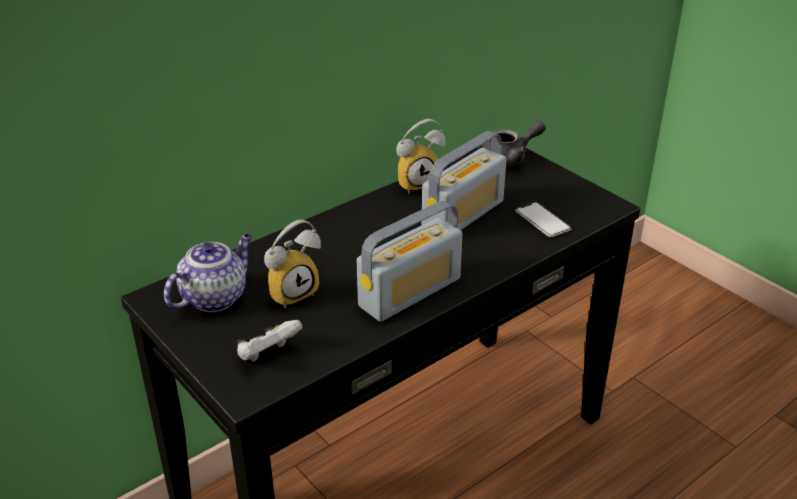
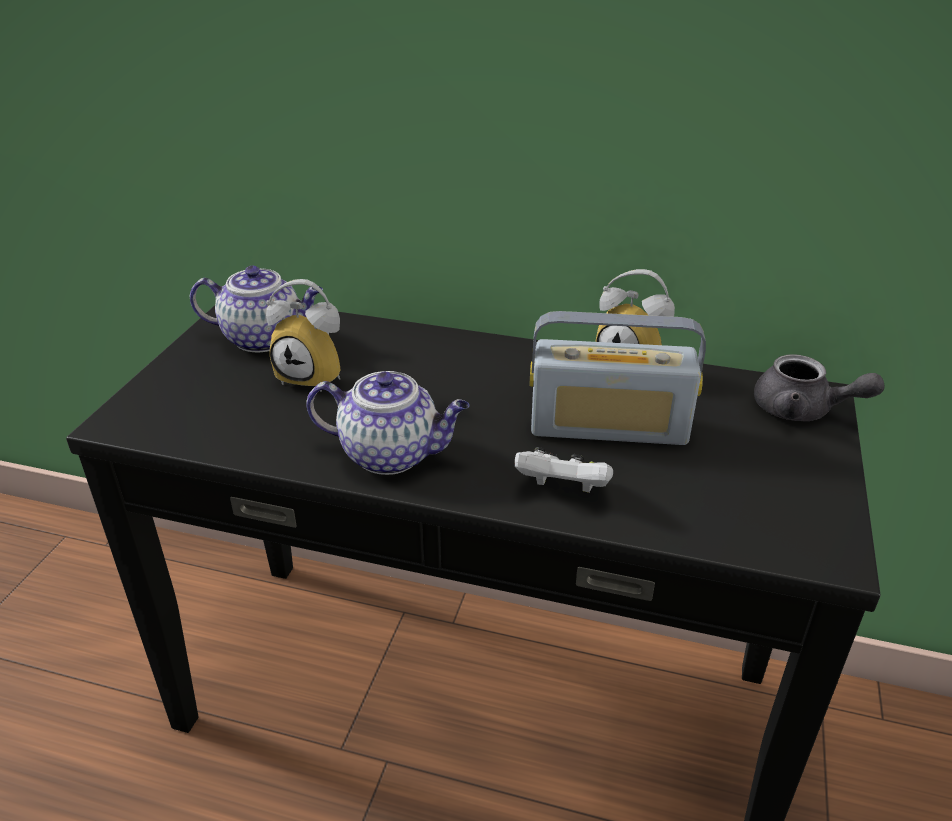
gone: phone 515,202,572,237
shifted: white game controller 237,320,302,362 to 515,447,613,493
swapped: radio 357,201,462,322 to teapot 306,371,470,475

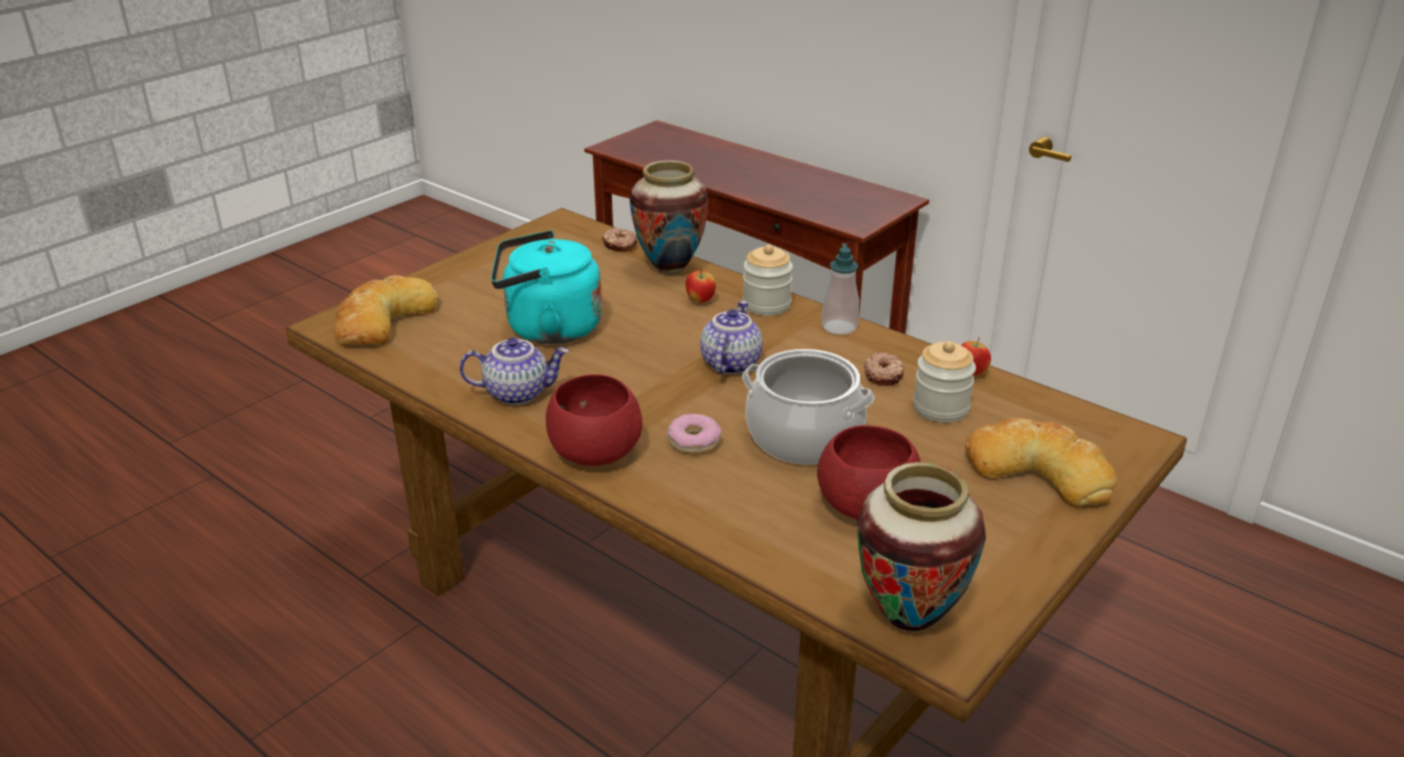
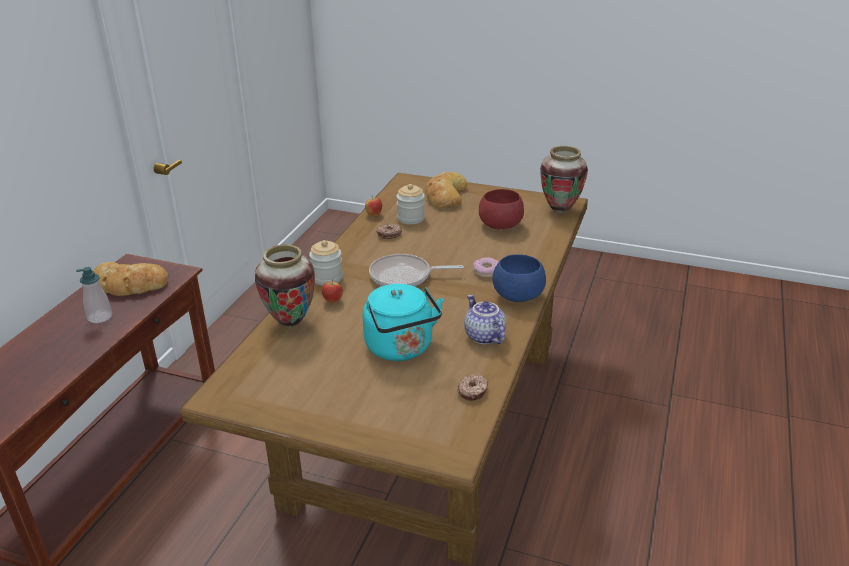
gone: cooking pot 742,349,874,465
shifted: donut 602,228,637,252 to 457,374,488,401; soap dispenser 821,243,859,335 to 76,267,112,323; bread 333,275,438,345 to 94,262,168,296
swapped: teapot 700,301,763,374 to frying pan 369,254,464,287
repainted: red bowl 546,374,642,466 to blue bowl 492,254,546,302

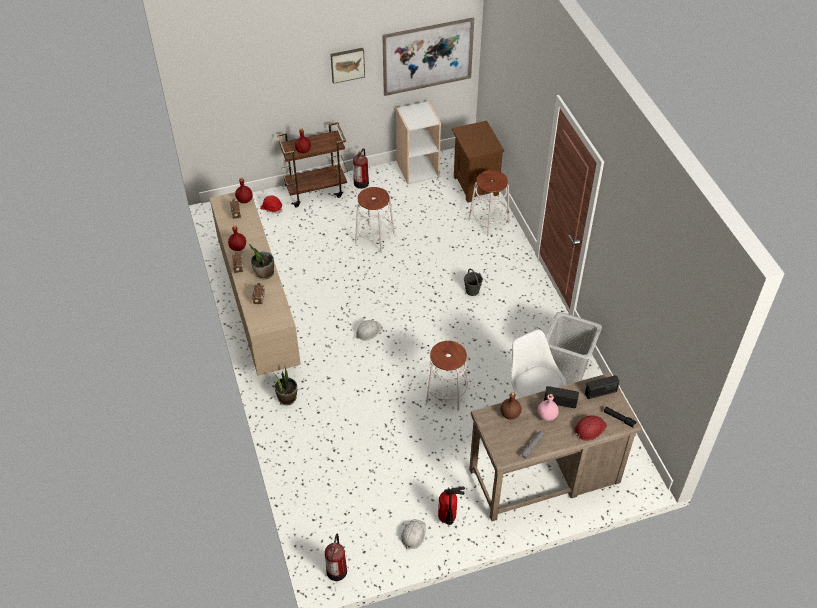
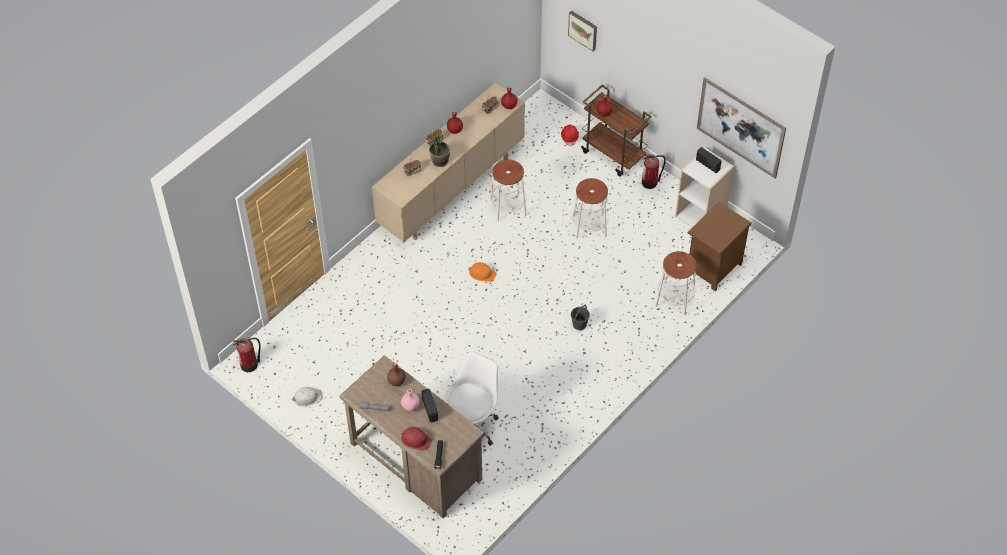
gone: grey laundry basket 546,312,602,385; potted plant 273,367,297,405; fire extinguisher 438,486,465,525
shifted: picture 330,48,365,84 to 568,11,597,51; white stool 426,341,468,411 to 490,160,527,222; radio 585,375,620,399 to 696,147,722,173
repainted: white hard hat 356,320,383,341 to orange hard hat 468,262,496,282

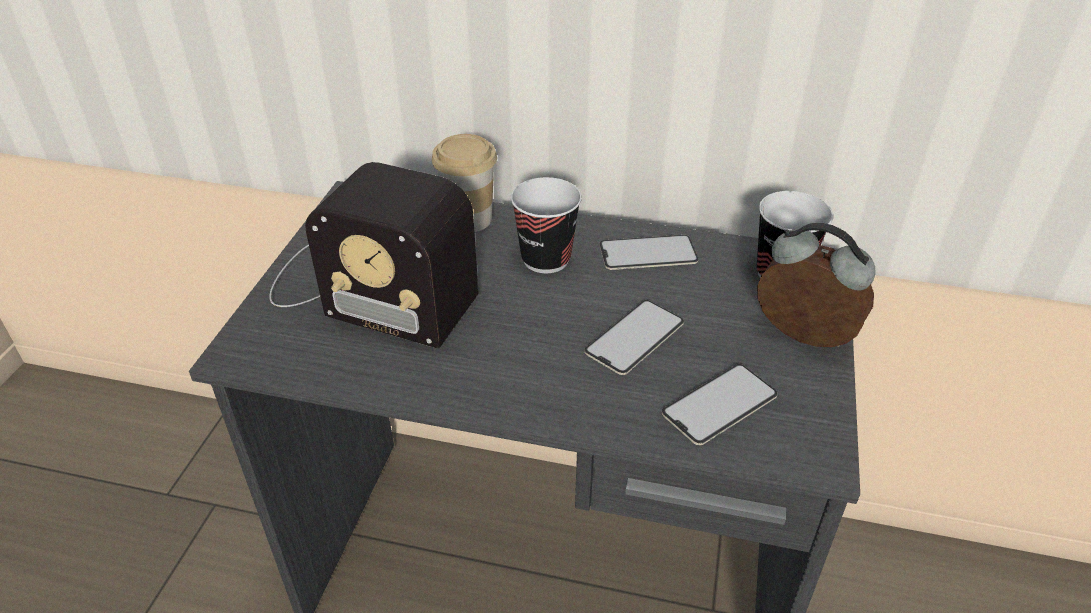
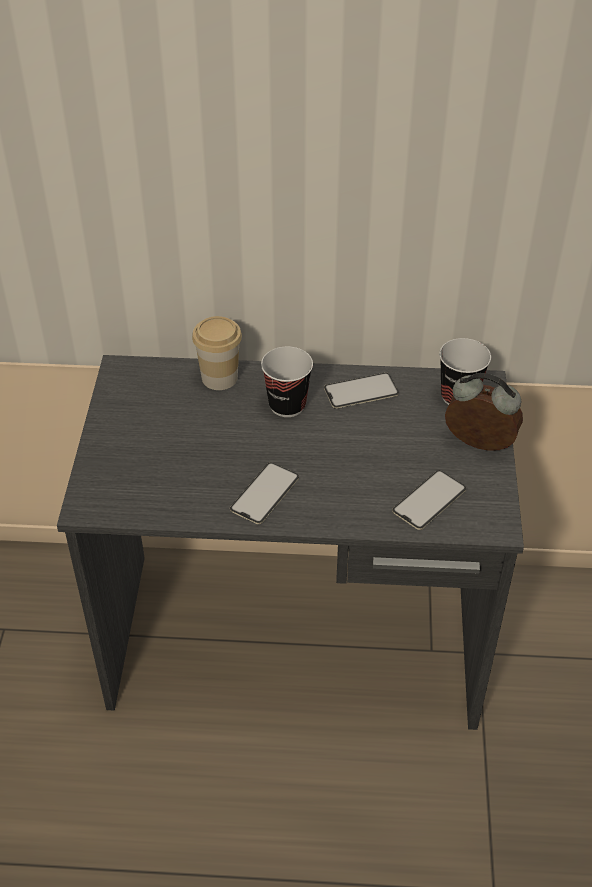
gone: radio 269,162,478,348
shifted: phone 584,300,684,375 to 230,462,299,524

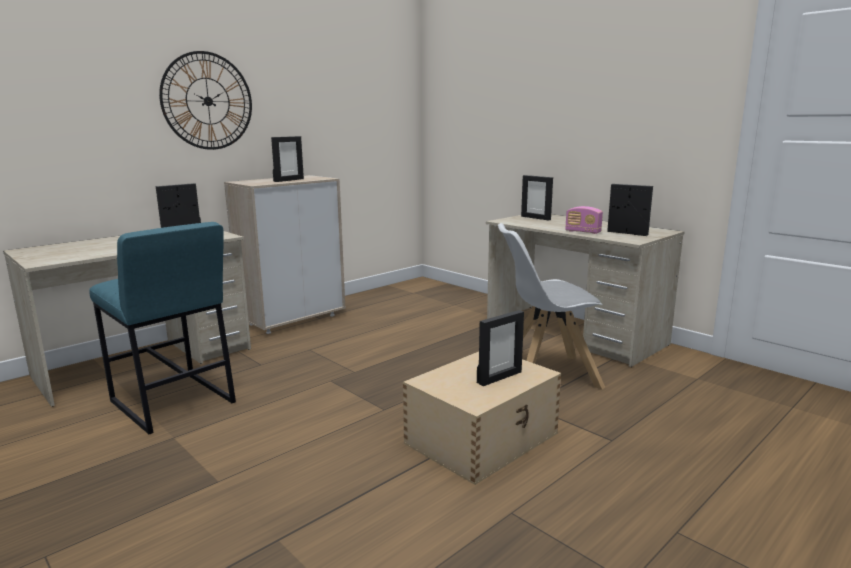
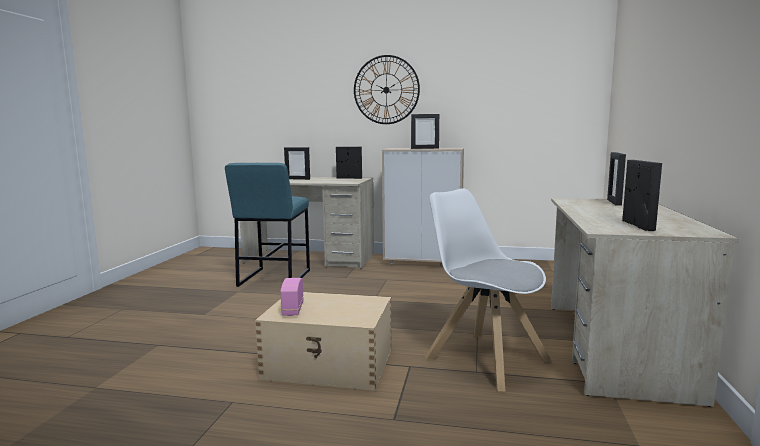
shifted: radio 565,206,603,234 to 280,278,304,316; picture frame 477,310,524,386 to 284,147,310,180

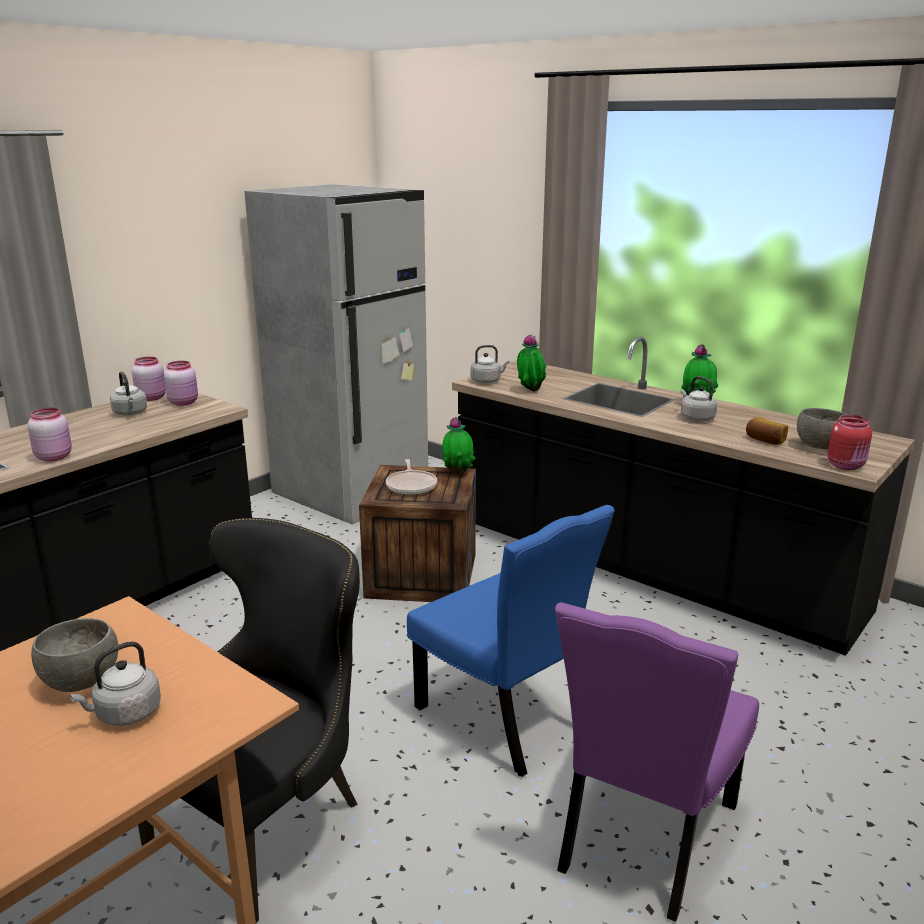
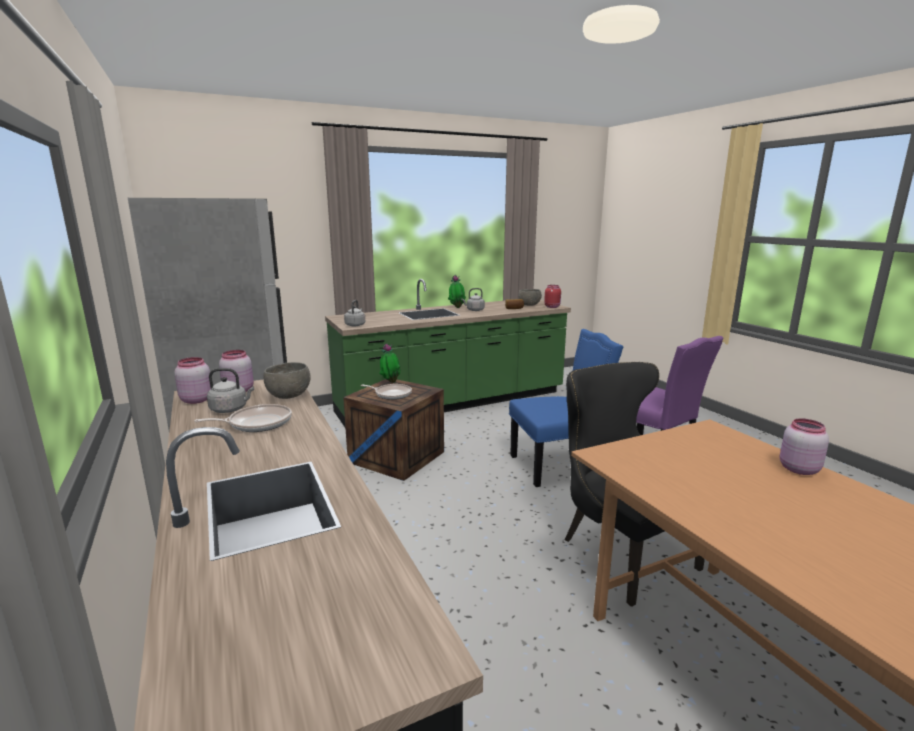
gone: potted plant 517,335,547,391; grey kettle 70,641,161,726
new: frying pan 194,404,292,432
shifted: pink jar 27,408,72,462 to 780,418,829,475; grey bowl 31,618,118,692 to 263,362,311,399
repainted: black counter 452,337,915,656 to green counter 325,279,571,427

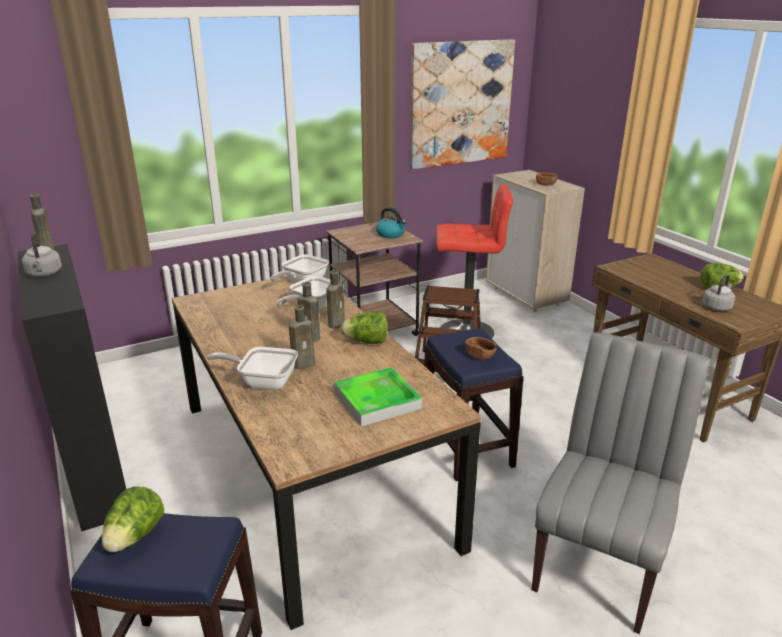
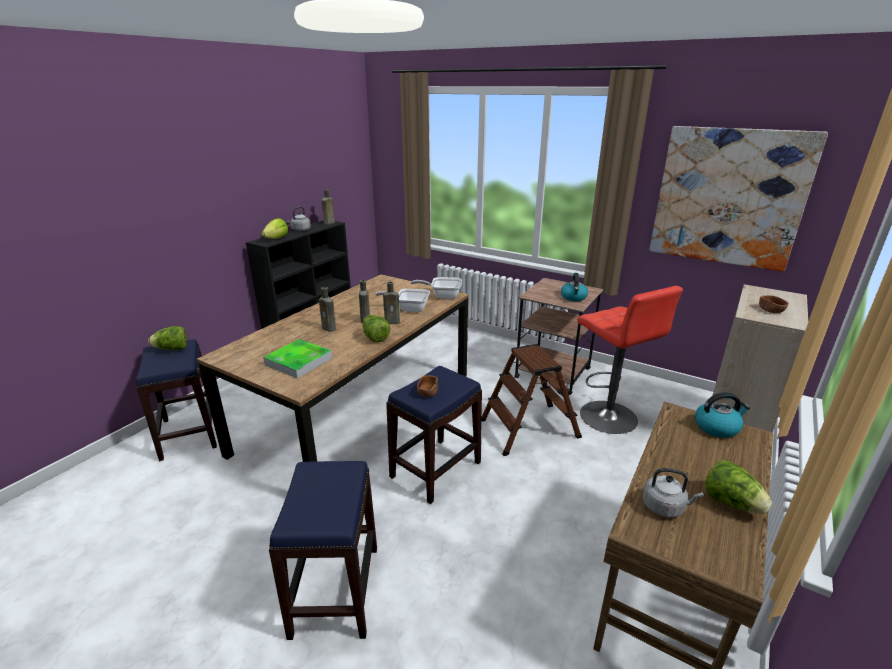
gone: frying pan 207,347,298,390
new: lettuce 262,218,288,239; kettle 695,392,750,438
swapped: grey chair 532,332,710,634 to stool 269,461,377,640

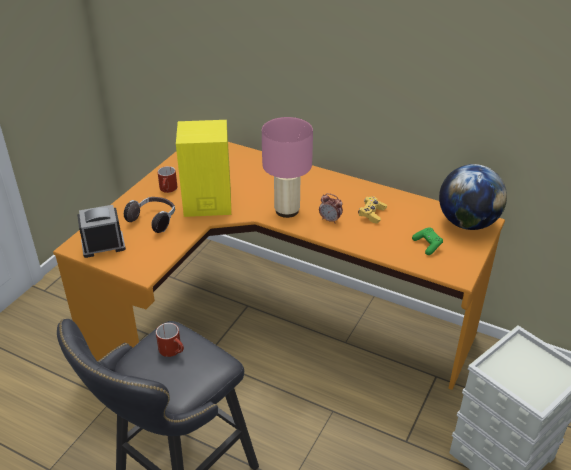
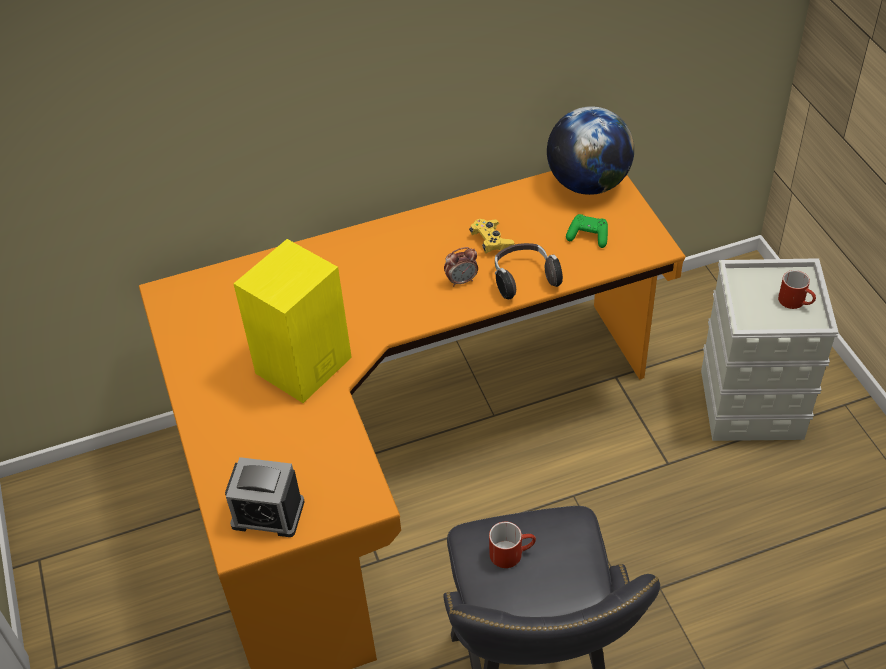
gone: pink table lamp 262,117,313,218
shifted: red mug 157,166,177,193 to 778,270,816,309; headphones 124,197,175,233 to 495,243,563,299
rotated: alarm clock 77,205,126,258 = 225,457,305,537 105 degrees counterclockwise

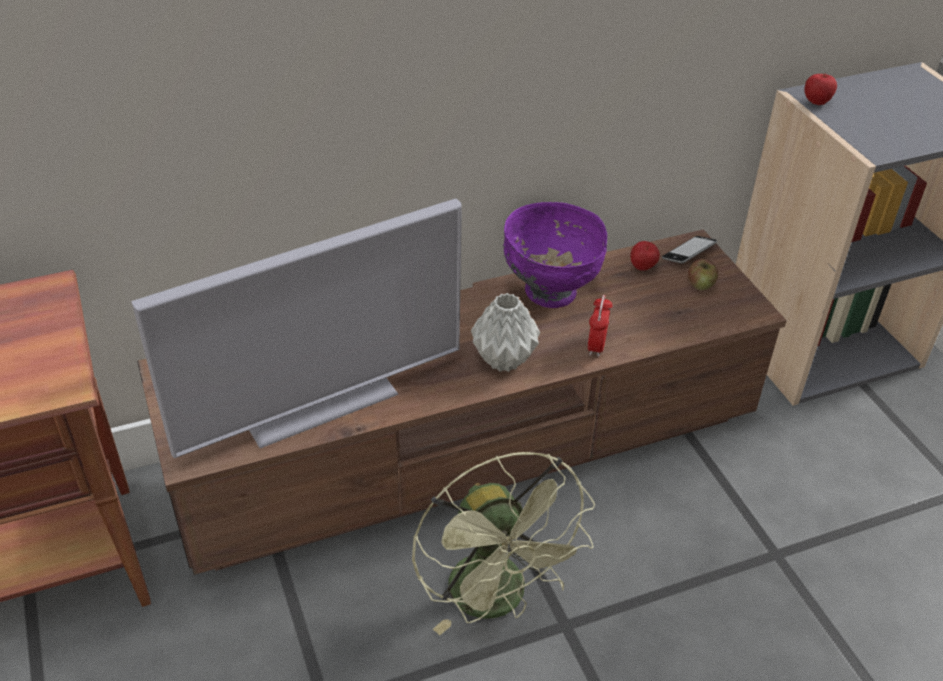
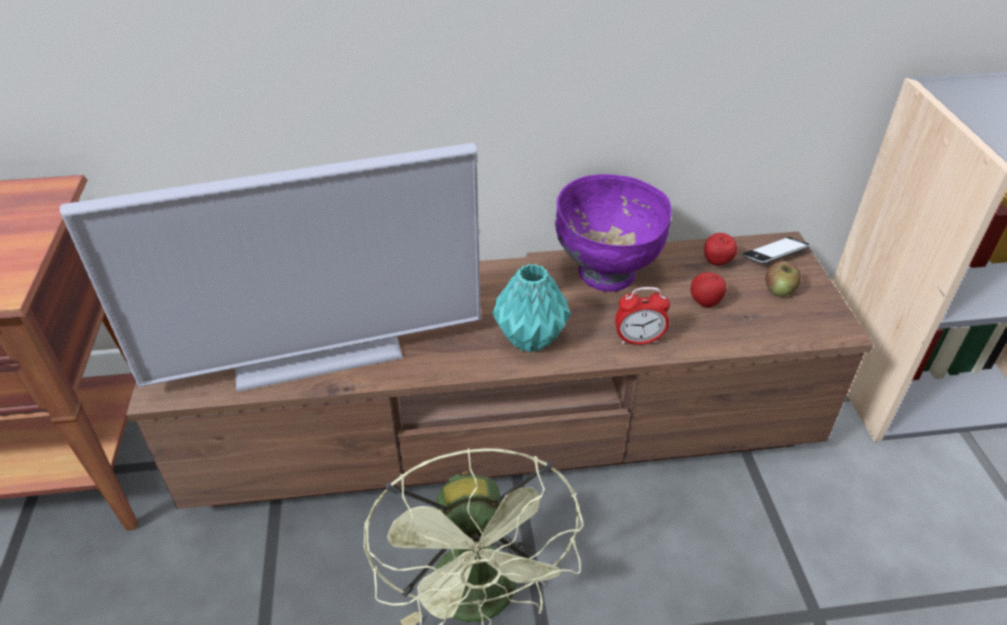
shifted: apple 804,73,837,105 to 691,272,727,307
repainted: grey vase 471,293,540,372 to turquoise vase 492,264,571,353
rotated: alarm clock 588,295,613,357 = 615,287,670,345 120 degrees counterclockwise

